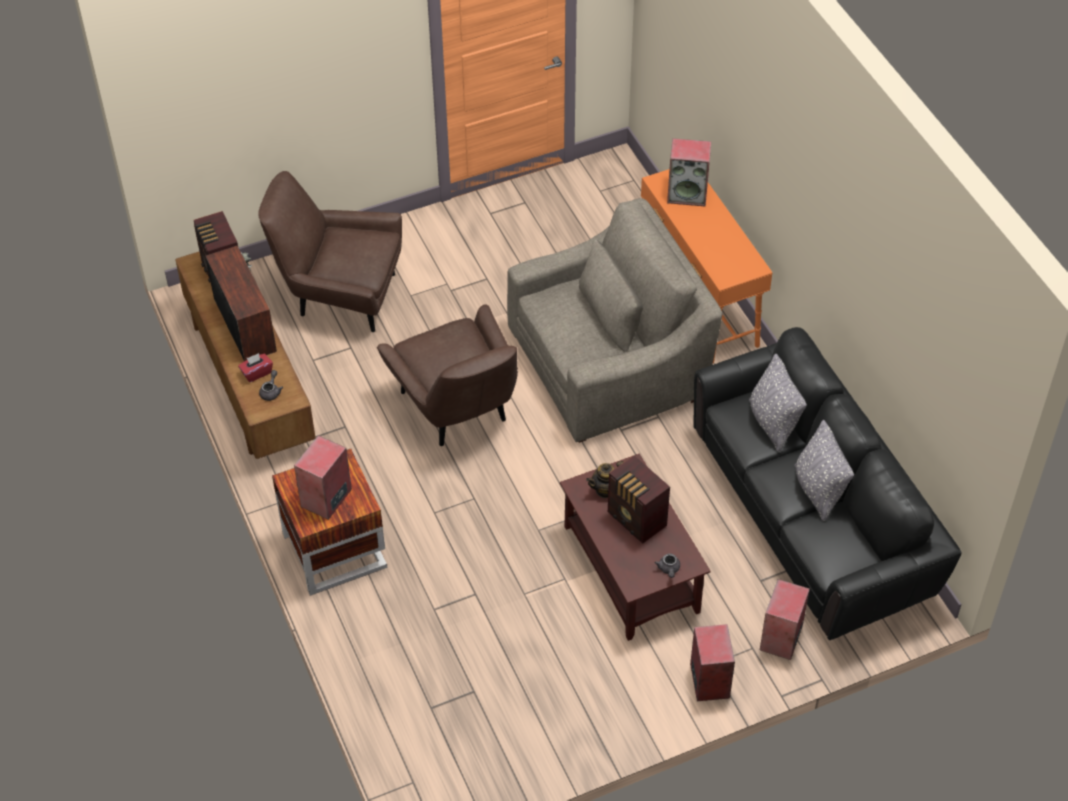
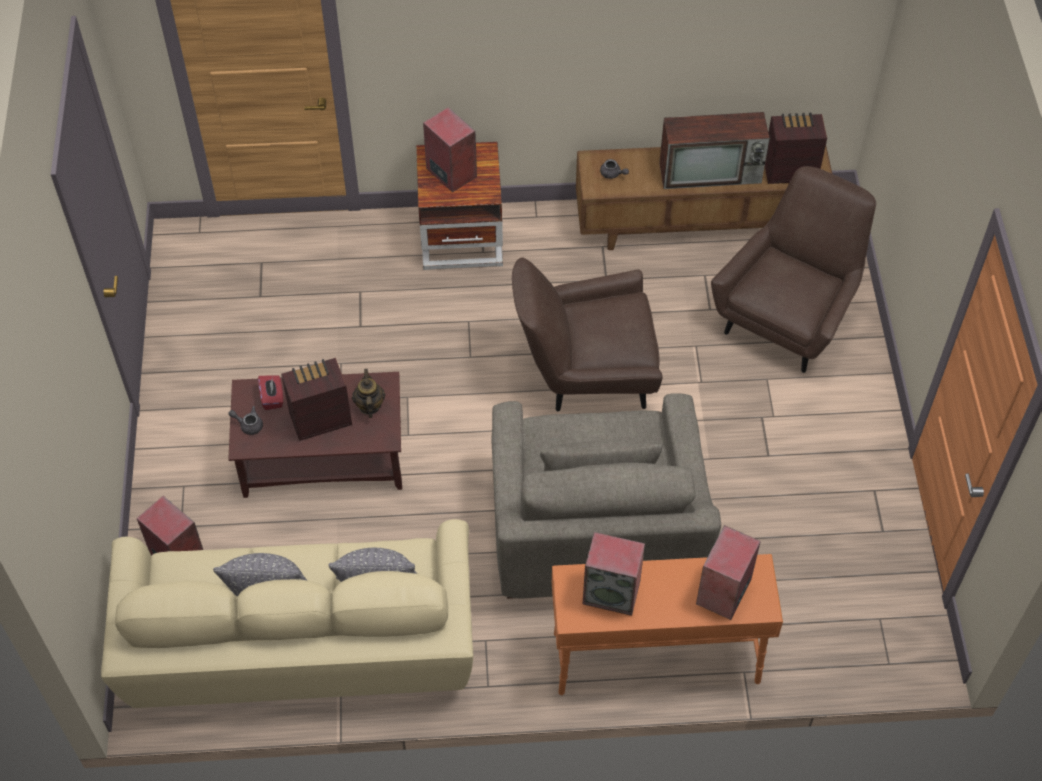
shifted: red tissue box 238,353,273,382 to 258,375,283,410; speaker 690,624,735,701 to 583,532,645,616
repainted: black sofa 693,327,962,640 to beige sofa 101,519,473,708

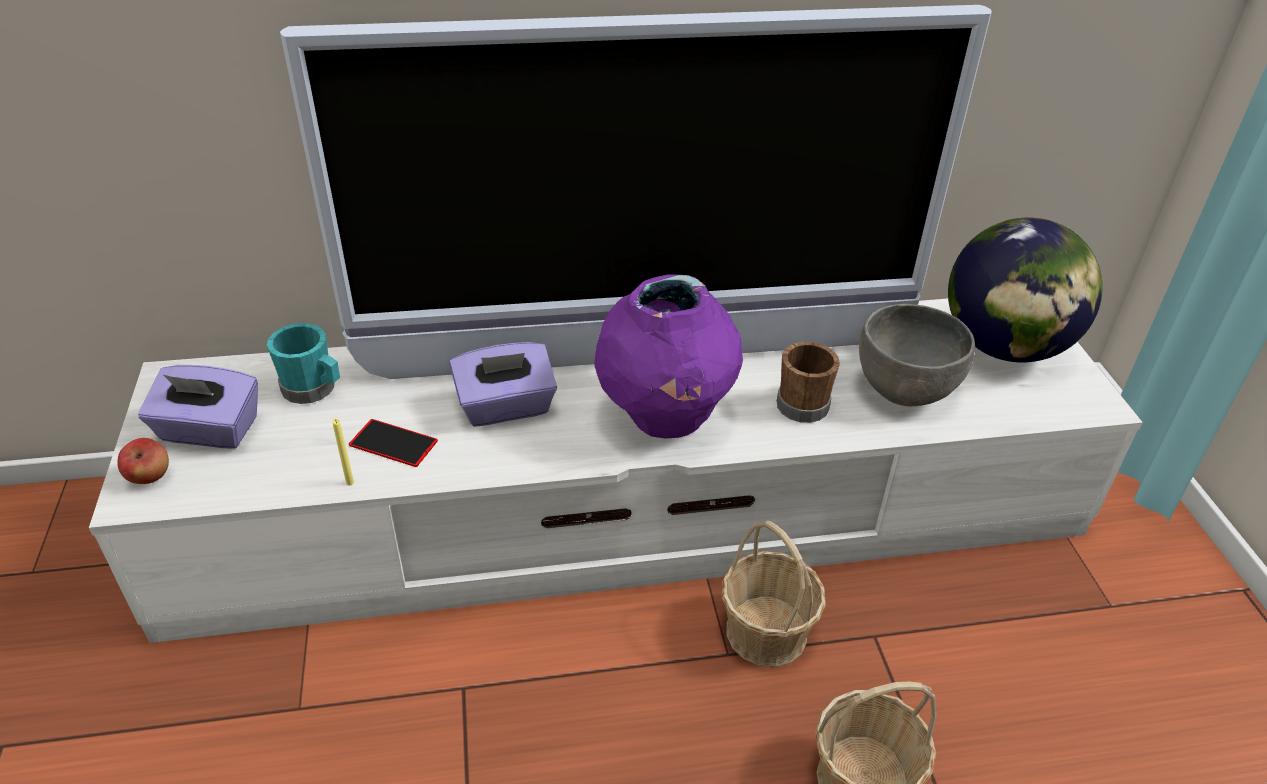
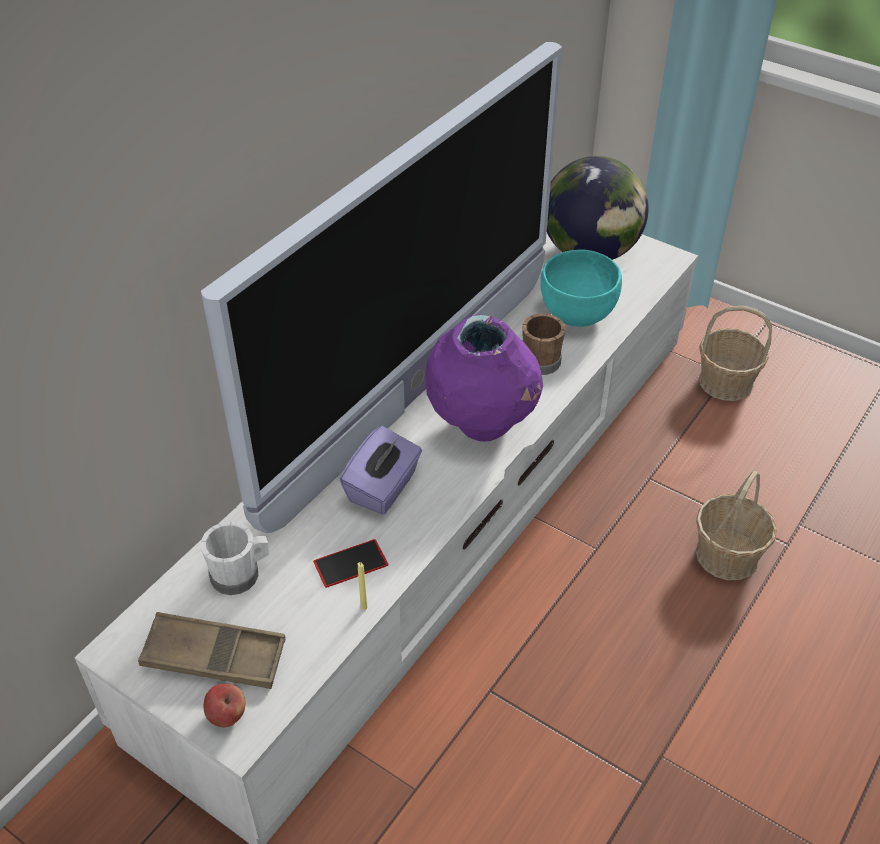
shifted: basket 722,521,826,667 to 699,306,772,401
swapped: purple tissue box 138,365,258,449 to brown tray 138,612,286,689
repainted: grey bowl 859,304,975,406 to turquoise bowl 540,250,622,327; turquoise mug 267,323,340,404 to white mug 201,521,269,595

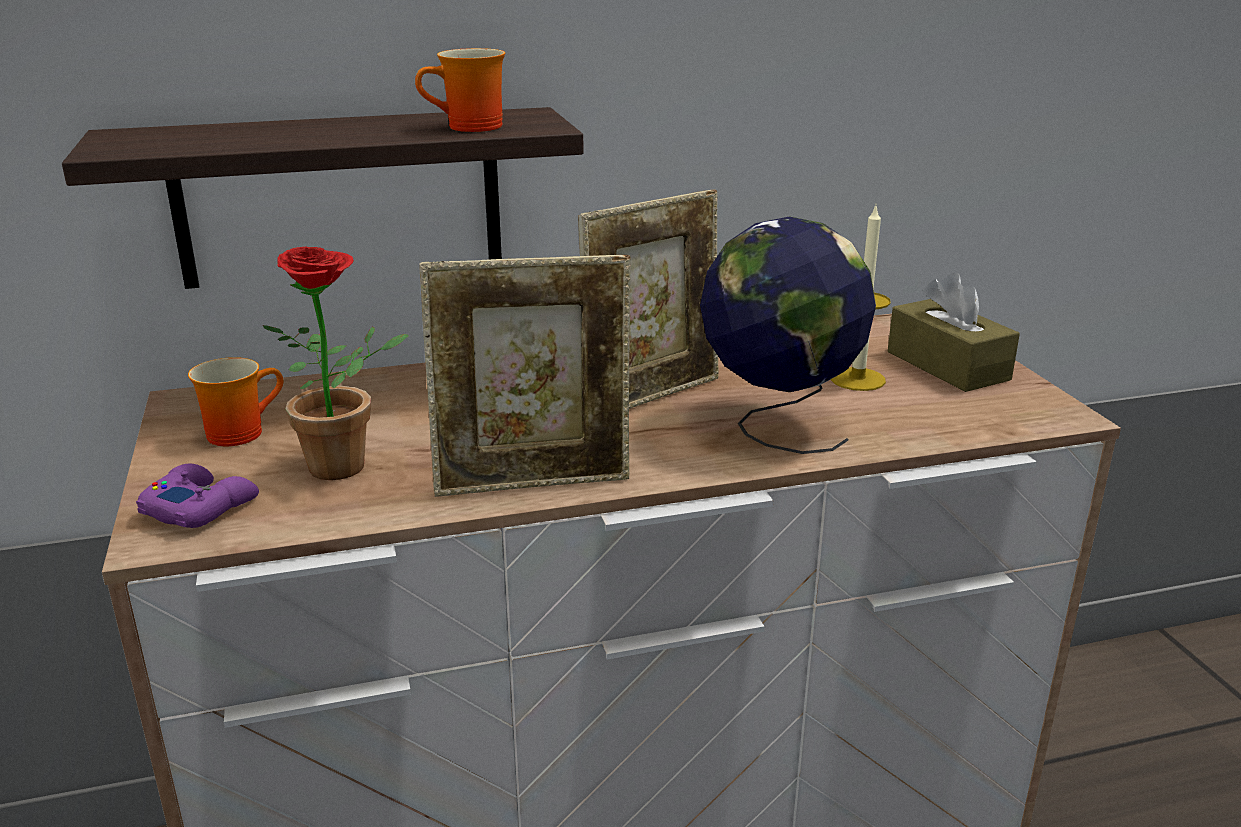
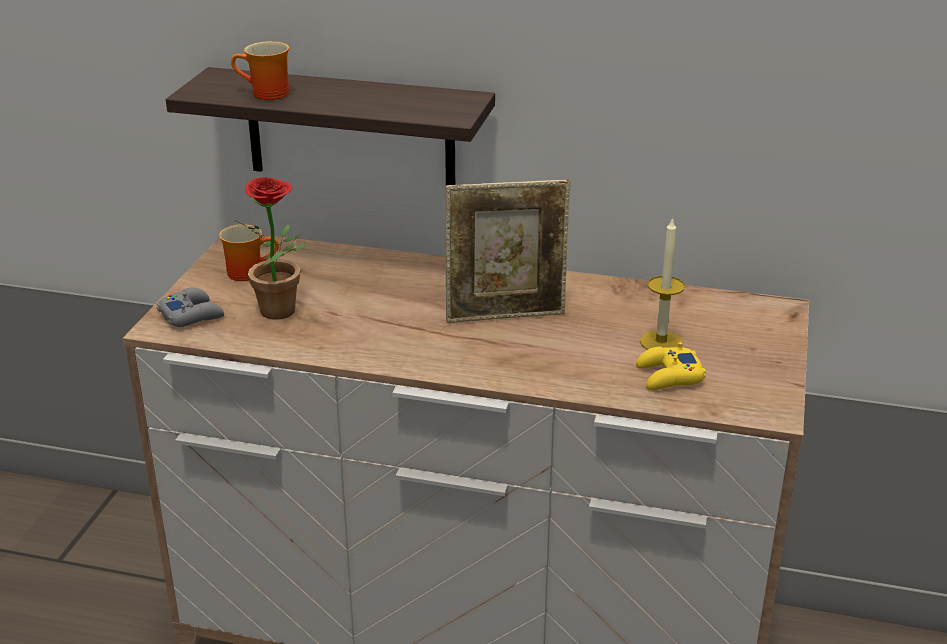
gone: globe 700,216,876,454; picture frame 419,255,631,497; brown tissue box 888,272,1020,392
new: yellow game controller 636,342,706,390
shifted: mug 415,48,505,132 to 231,41,289,100
repainted: purple game controller 136,464,259,528 to grey game controller 156,287,224,327

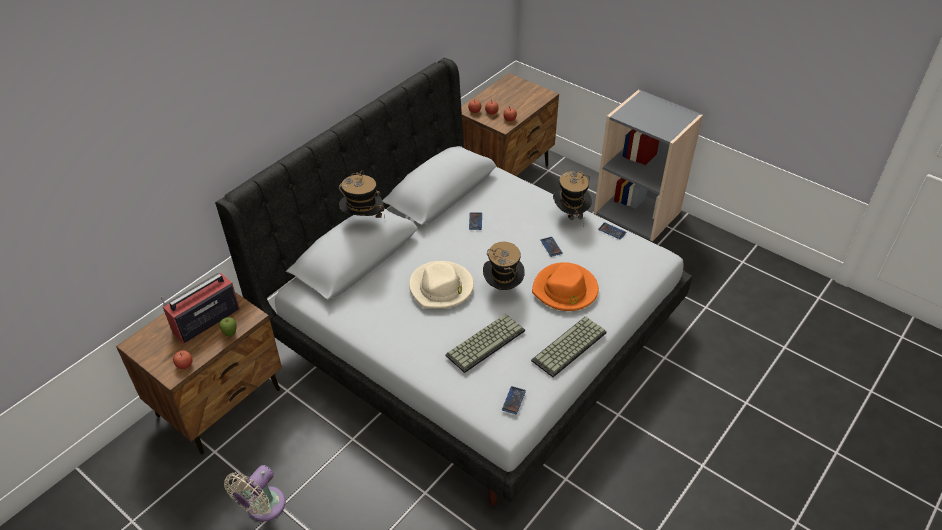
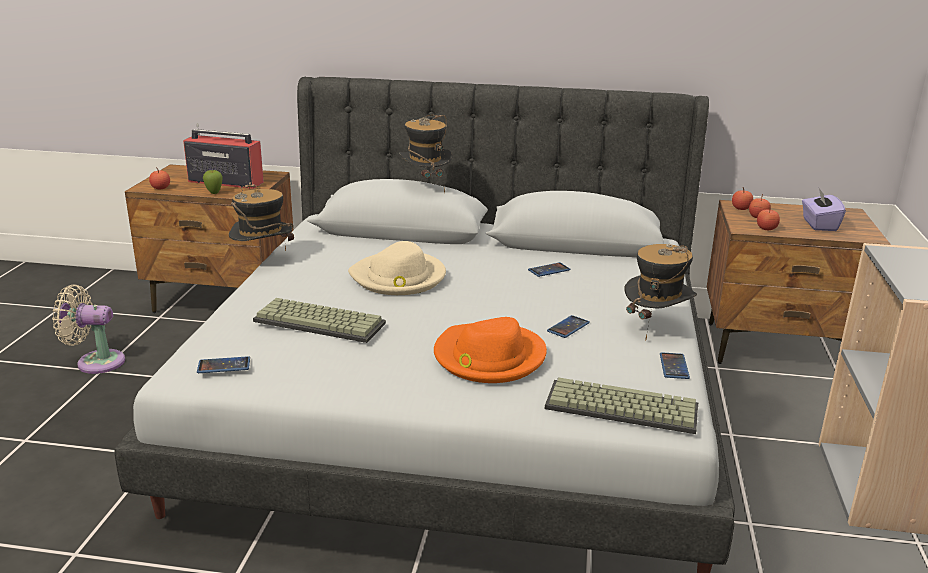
new: purple tissue box 802,188,846,231
shifted: hat 483,242,525,290 to 229,182,294,251; keyboard 531,317,607,377 to 545,377,698,434

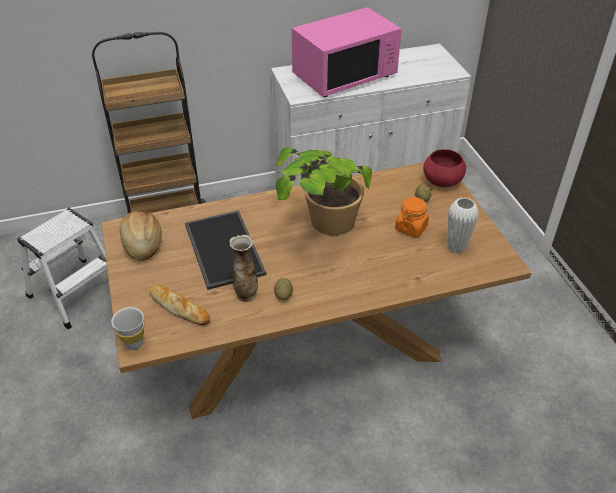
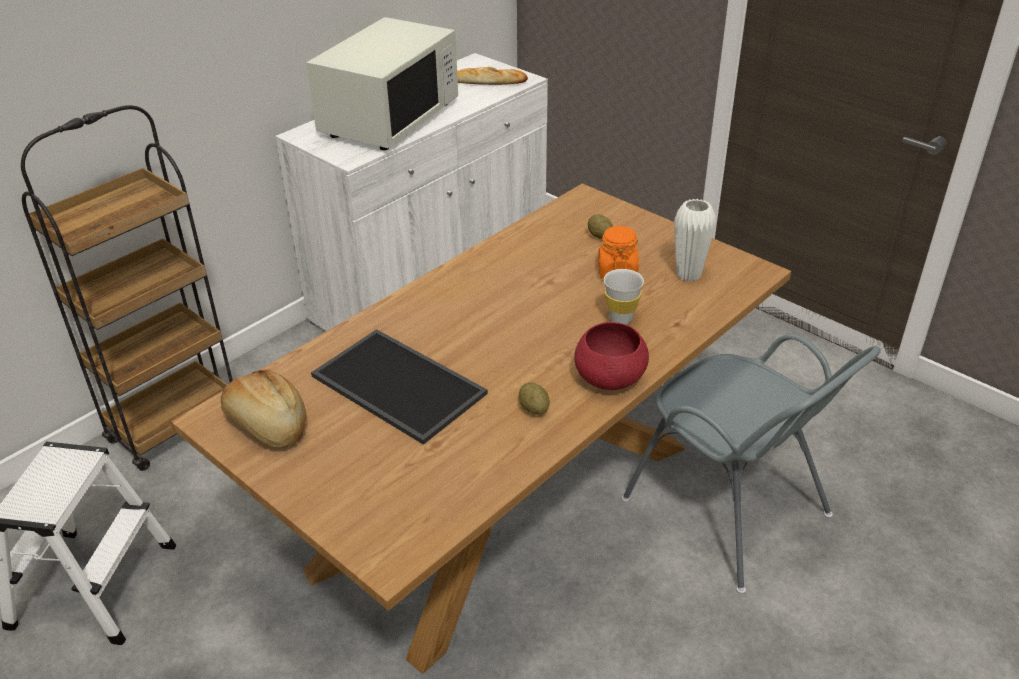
gone: potted plant 275,147,372,235; vase 229,235,258,302
new: grey chair 622,334,881,593
shifted: red bowl 423,149,466,187 to 574,322,649,390; bread 149,285,210,325 to 457,67,528,85; white cup 111,307,144,350 to 604,269,644,325
repainted: pink microwave 292,7,402,97 to white microwave 306,17,458,150

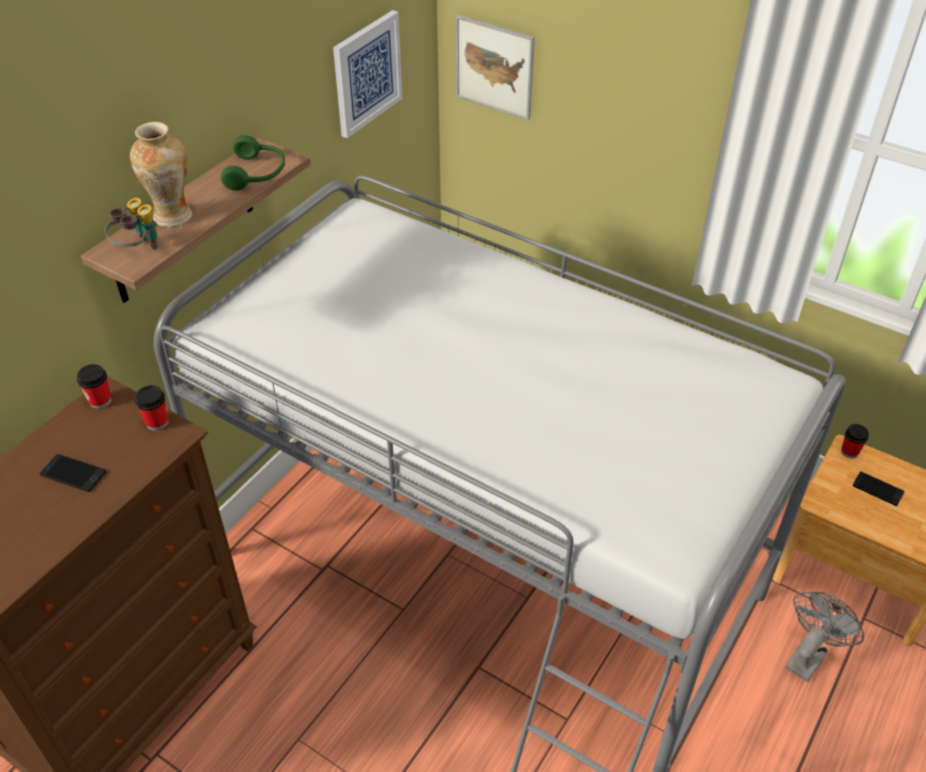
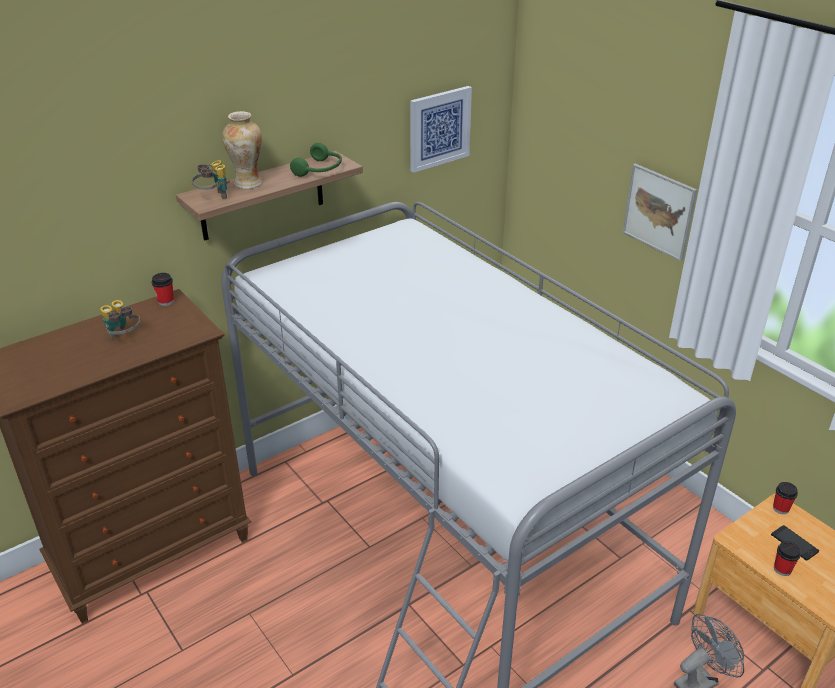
shifted: picture 456,14,535,121 to 623,164,697,262; cup 135,385,169,431 to 774,541,801,576
swapped: phone 40,454,106,492 to binoculars 100,300,141,339

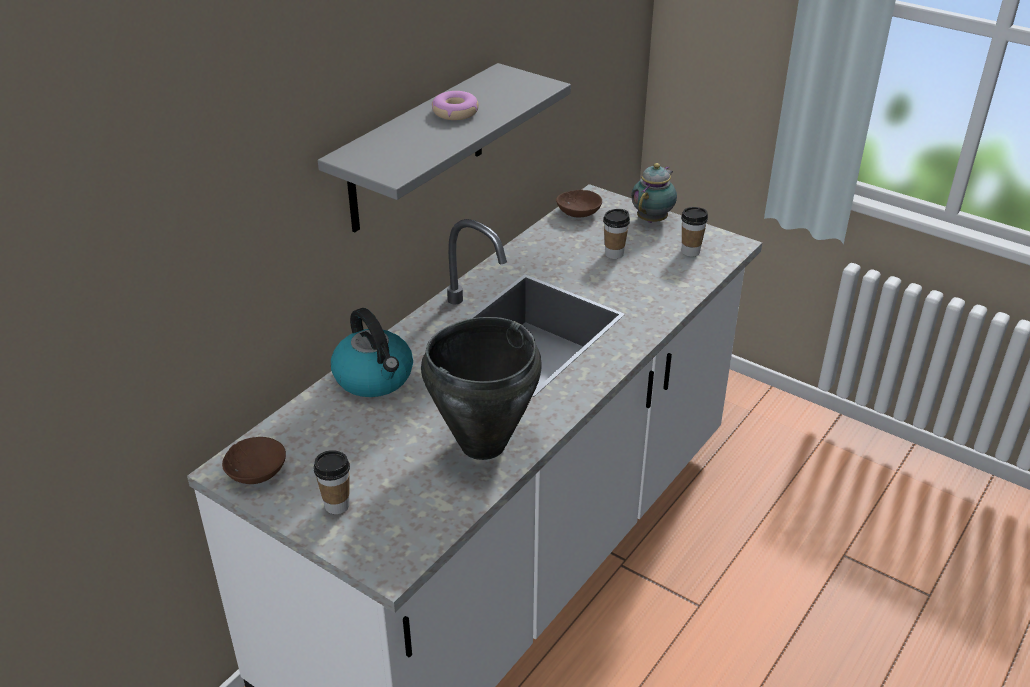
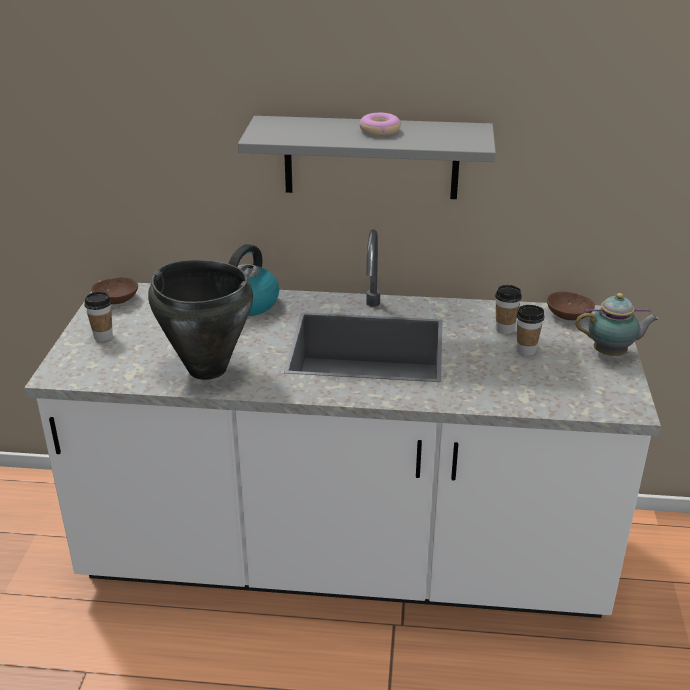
shifted: cup 681,207,708,257 to 495,285,522,334

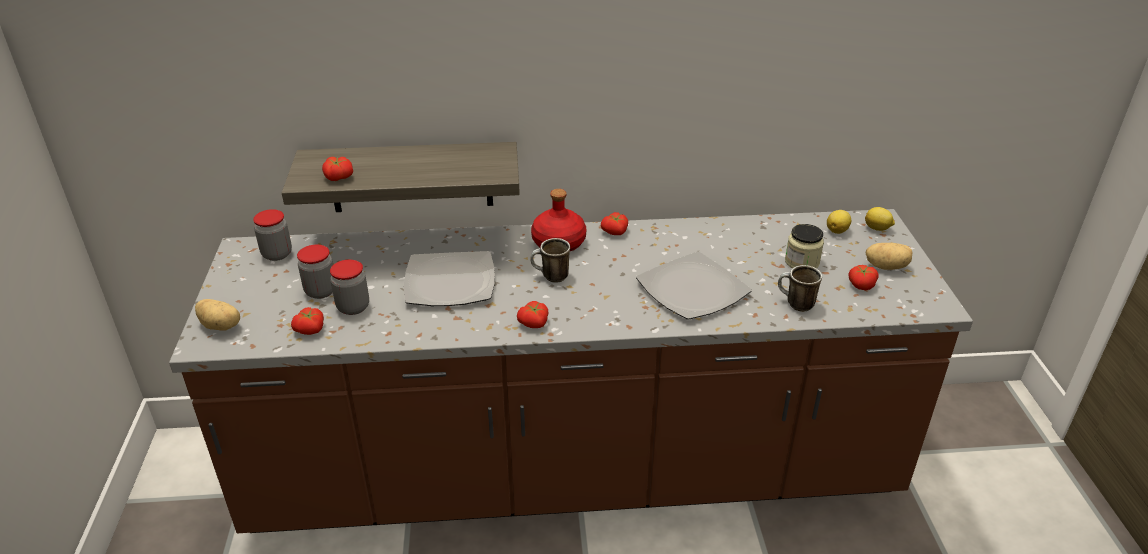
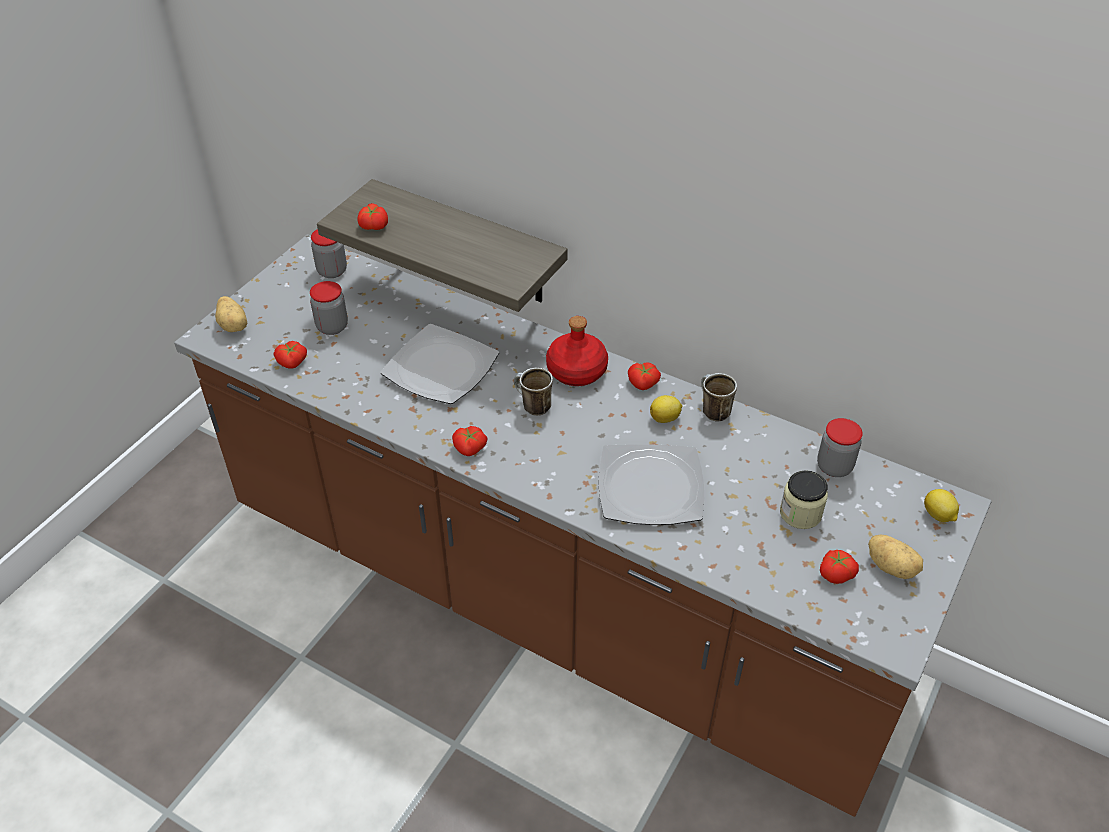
shifted: lemon 827,210,851,234 to 650,395,682,423; jar 330,260,369,315 to 817,418,863,477; mug 778,265,822,312 to 701,373,737,421

